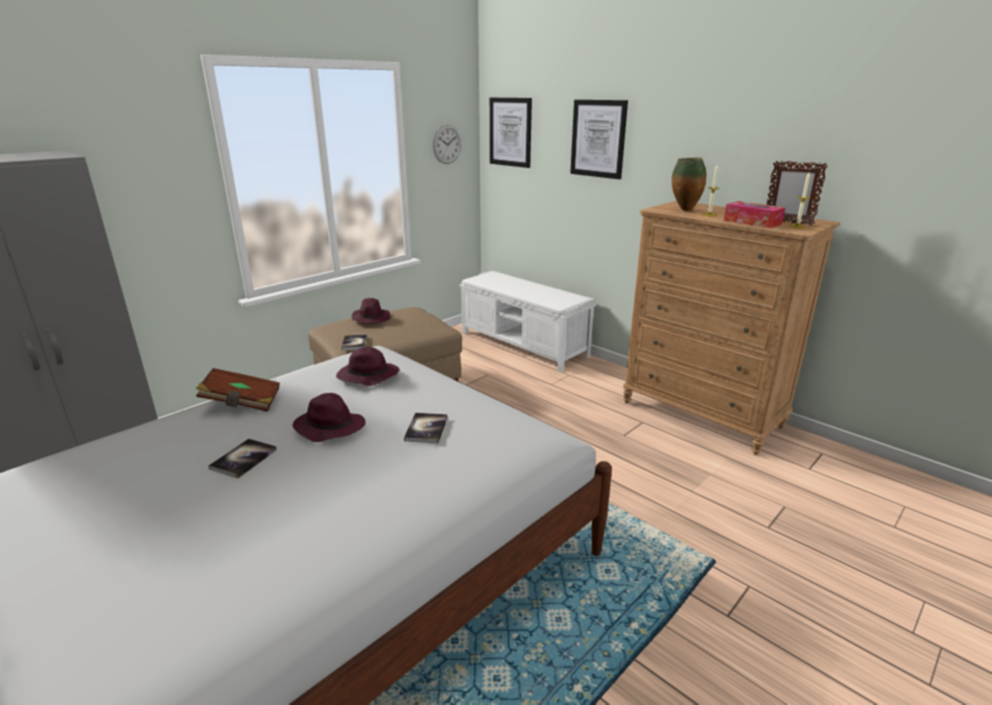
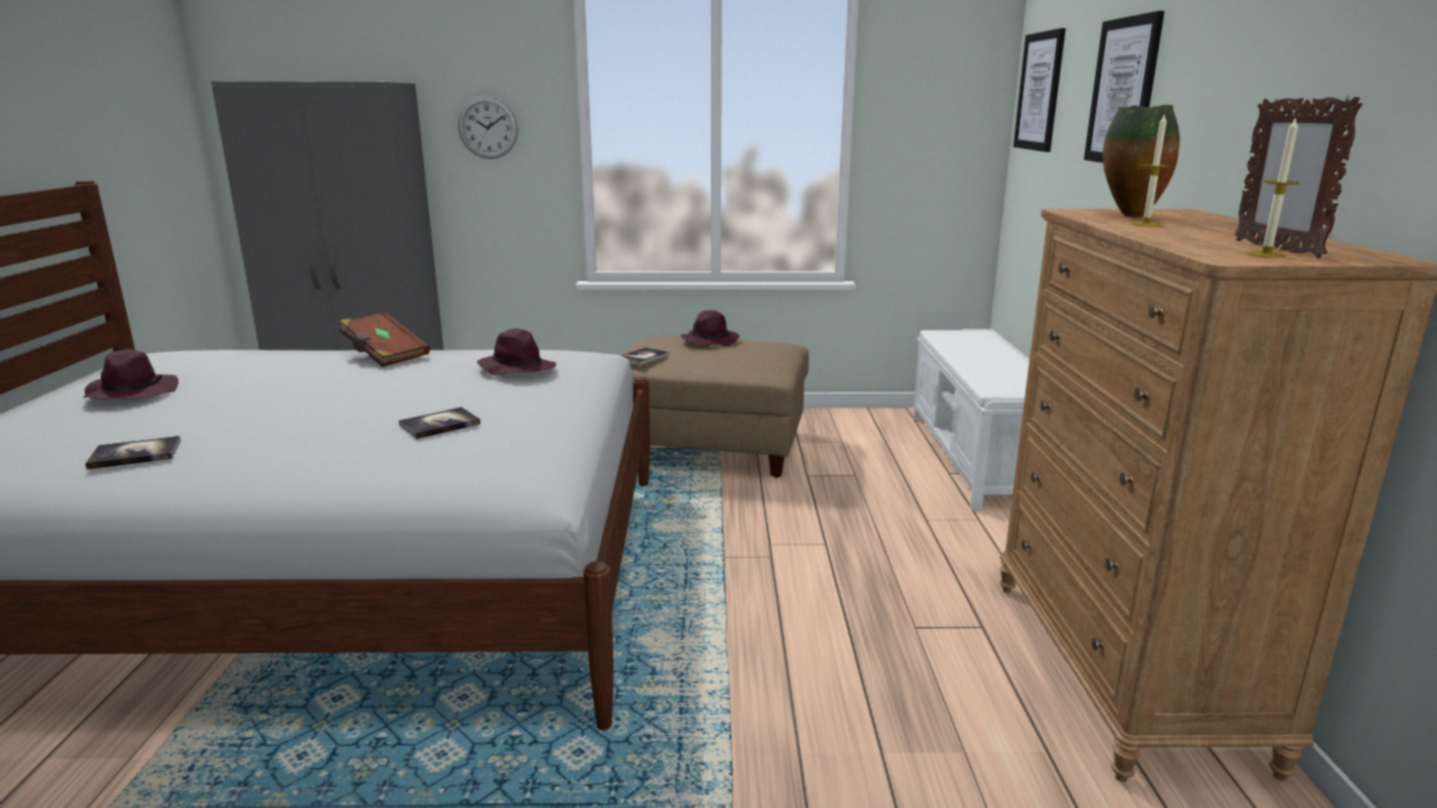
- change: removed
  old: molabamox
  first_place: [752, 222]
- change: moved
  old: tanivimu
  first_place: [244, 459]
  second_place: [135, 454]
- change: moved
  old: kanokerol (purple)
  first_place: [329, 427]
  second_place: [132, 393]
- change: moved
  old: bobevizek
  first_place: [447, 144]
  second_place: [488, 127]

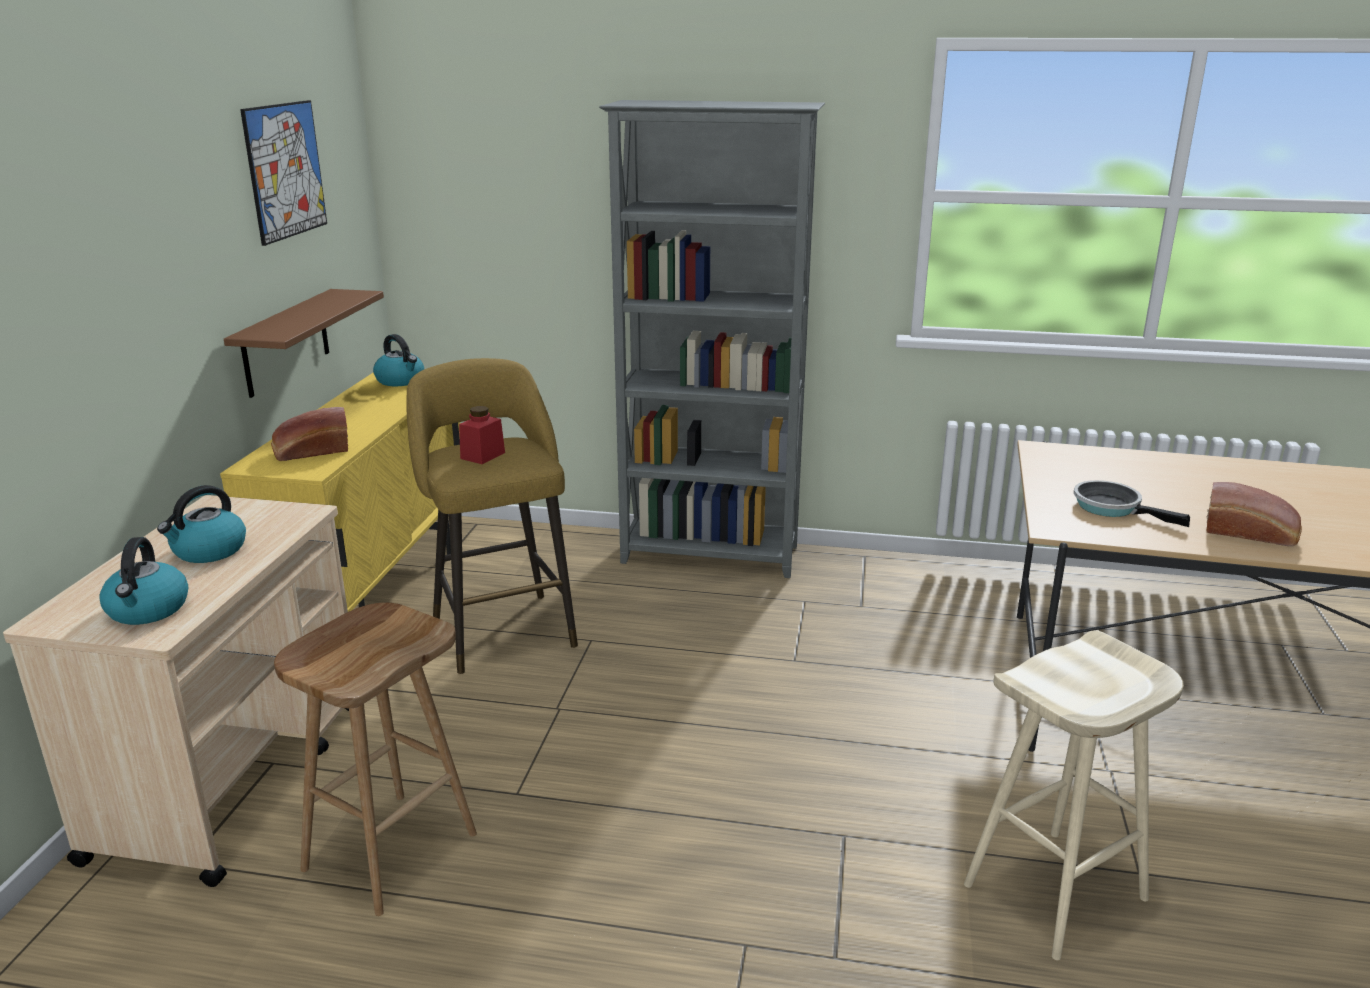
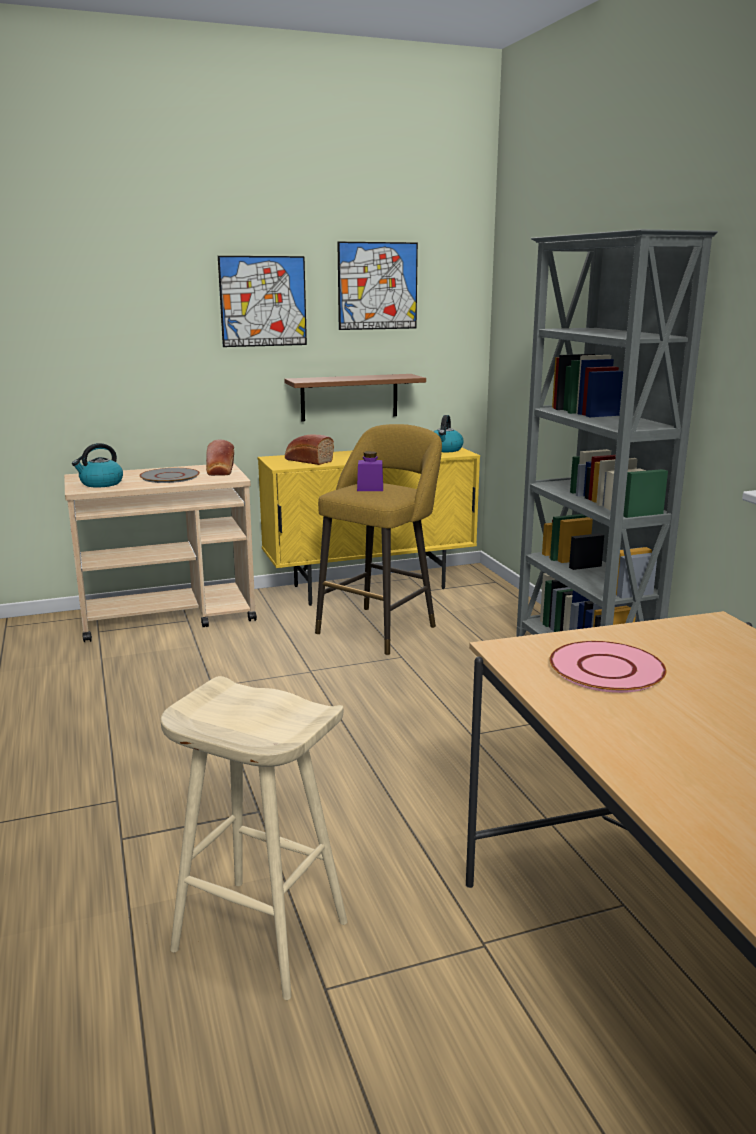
- change: removed
  old: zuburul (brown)
  first_place: [391, 849]
- change: added
  new: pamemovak
  second_place: [263, 301]
- change: moved
  old: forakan
  first_place: [1251, 533]
  second_place: [220, 471]
- change: replaced
  old: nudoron
  new: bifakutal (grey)
  first_place: [209, 551]
  second_place: [170, 477]
- change: replaced
  old: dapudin
  new: bifakutal (pink)
  first_place: [1112, 508]
  second_place: [607, 668]
- change: recoloured
  old: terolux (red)
  new: terolux (purple)
  first_place: [482, 456]
  second_place: [370, 488]

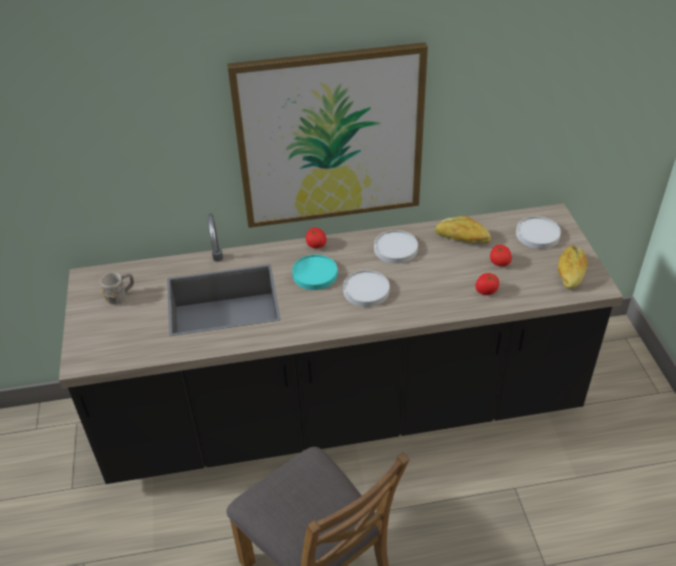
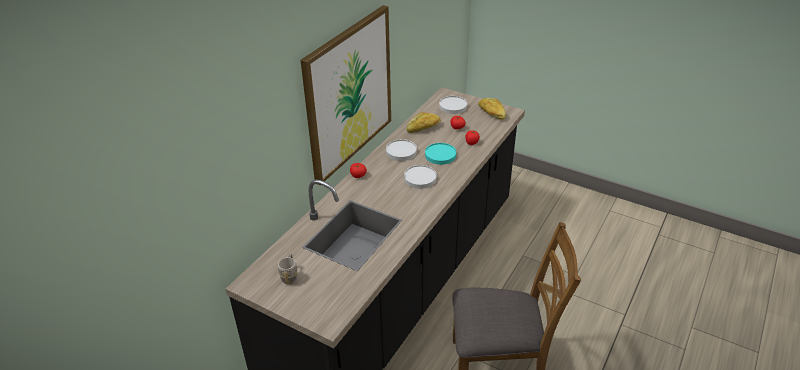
- change: moved
  old: bifakutal (turquoise)
  first_place: [314, 274]
  second_place: [440, 155]

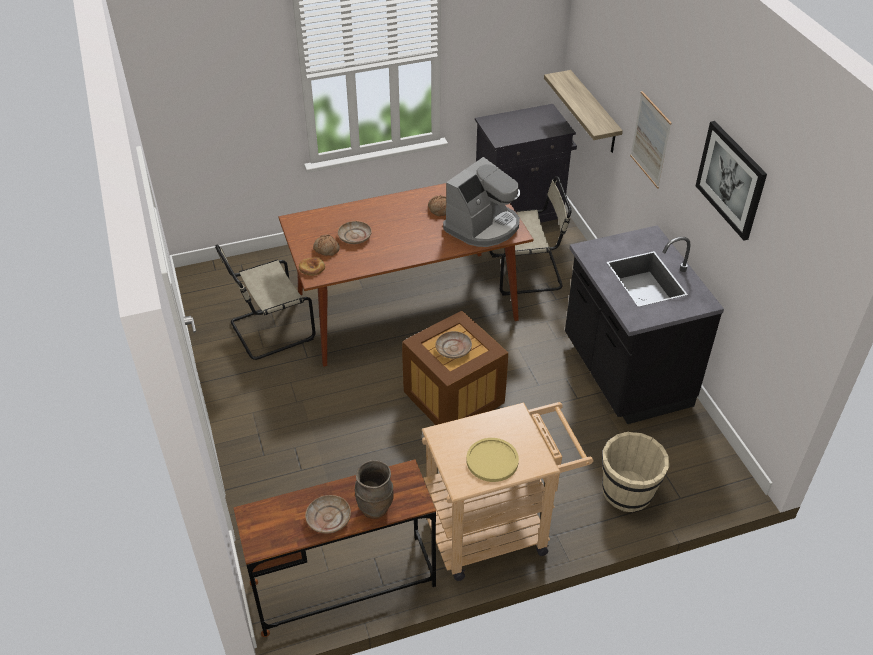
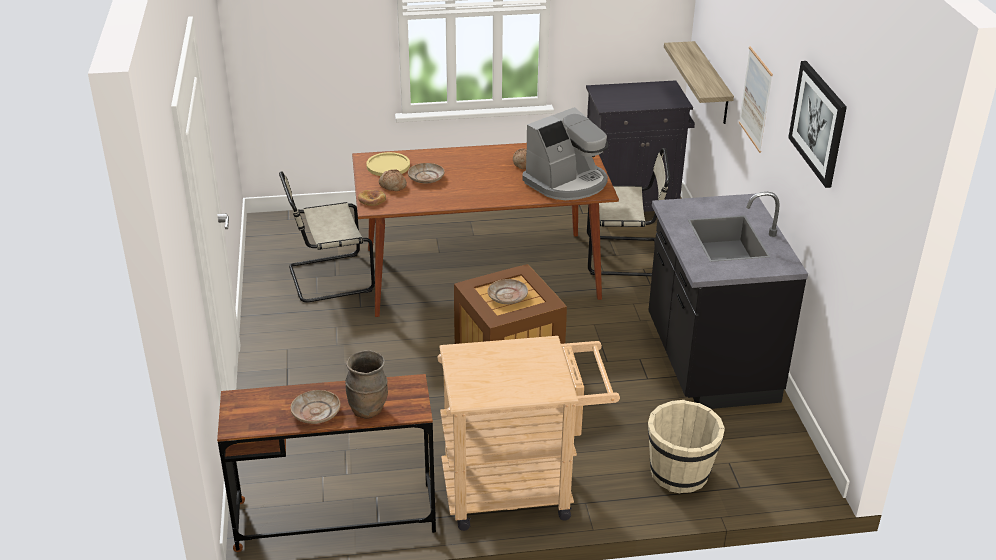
- change: moved
  old: bifakutal (yellow)
  first_place: [492, 460]
  second_place: [388, 166]

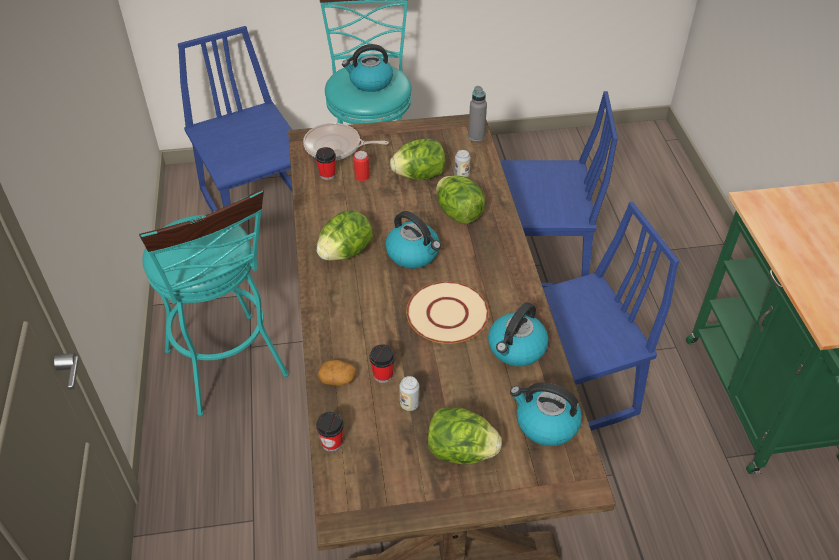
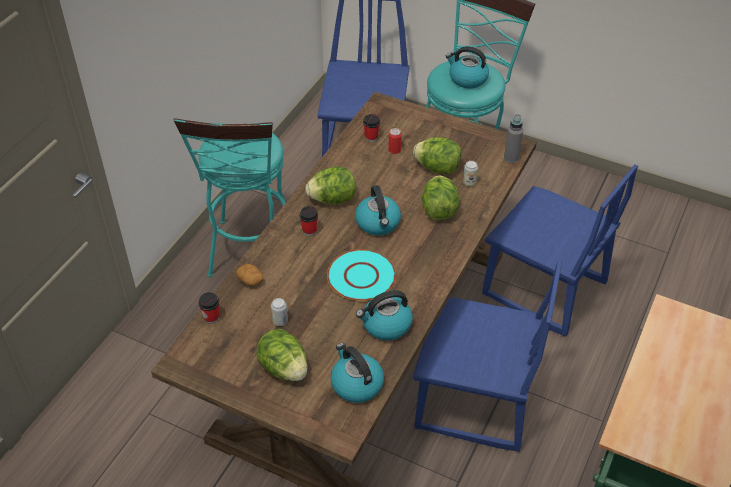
- change: removed
  old: dapudin
  first_place: [336, 147]
- change: moved
  old: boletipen
  first_place: [383, 375]
  second_place: [309, 230]
- change: recoloured
  old: bifakutal (beige)
  new: bifakutal (turquoise)
  first_place: [447, 313]
  second_place: [361, 276]

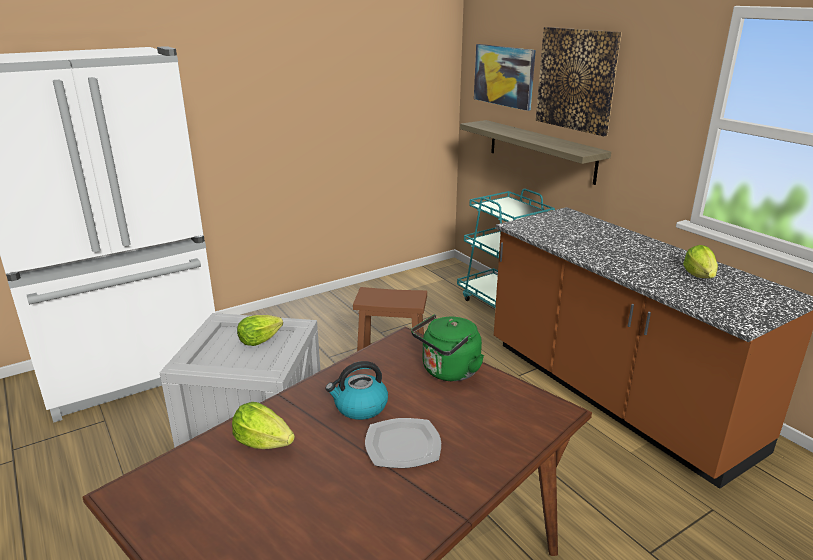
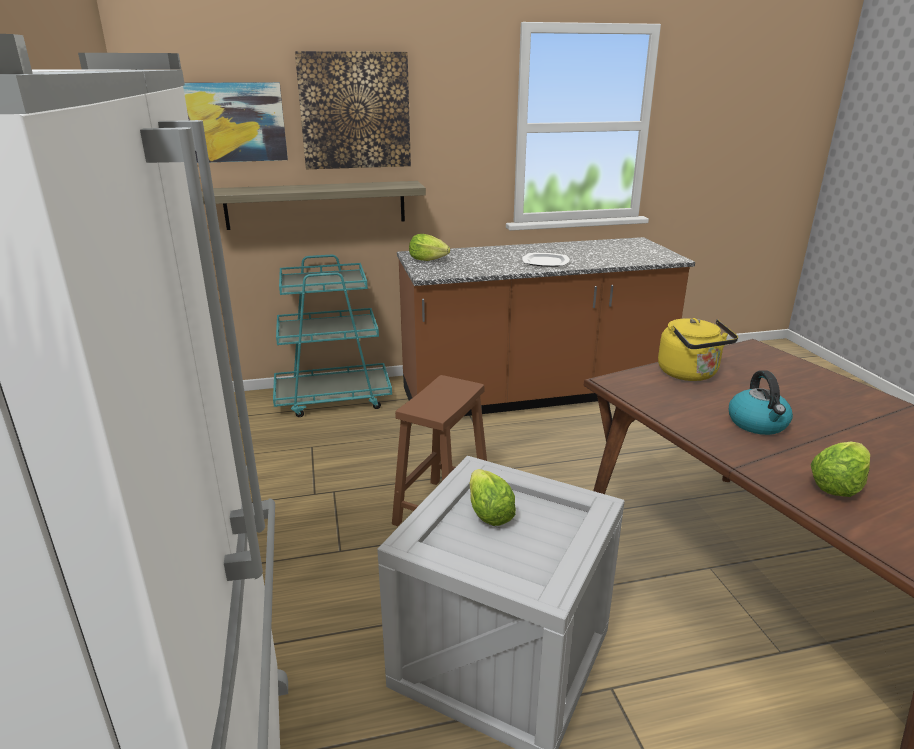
- change: moved
  old: bifakutal
  first_place: [402, 445]
  second_place: [545, 262]
- change: moved
  old: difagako
  first_place: [699, 276]
  second_place: [427, 260]
- change: recoloured
  old: nudoron (green)
  new: nudoron (yellow)
  first_place: [448, 372]
  second_place: [690, 374]

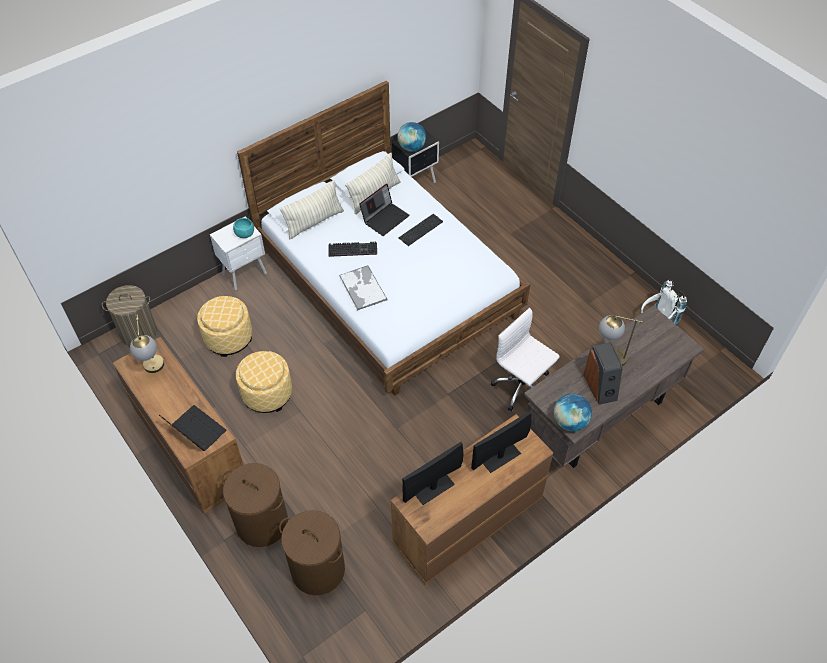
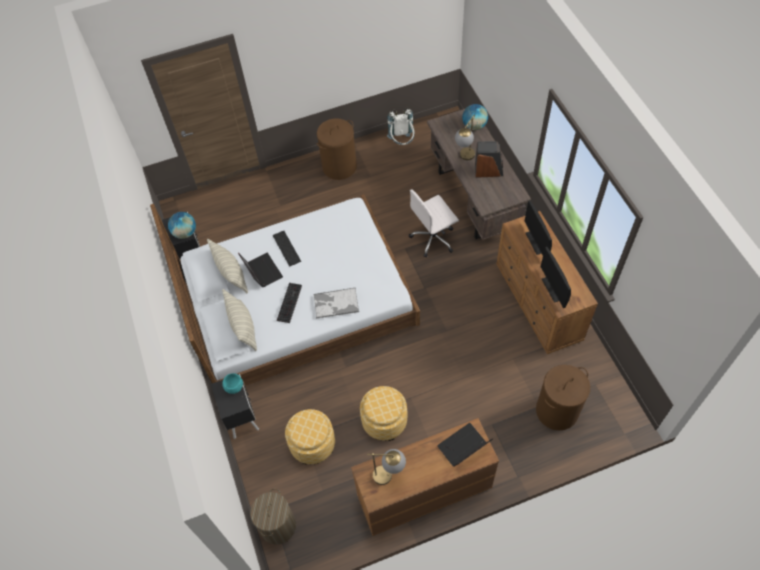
- change: moved
  old: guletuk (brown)
  first_place: [262, 522]
  second_place: [339, 166]
- change: moved
  old: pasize
  first_place: [570, 422]
  second_place: [474, 126]
- change: recoloured
  old: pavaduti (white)
  new: pavaduti (black)
  first_place: [245, 274]
  second_place: [242, 418]

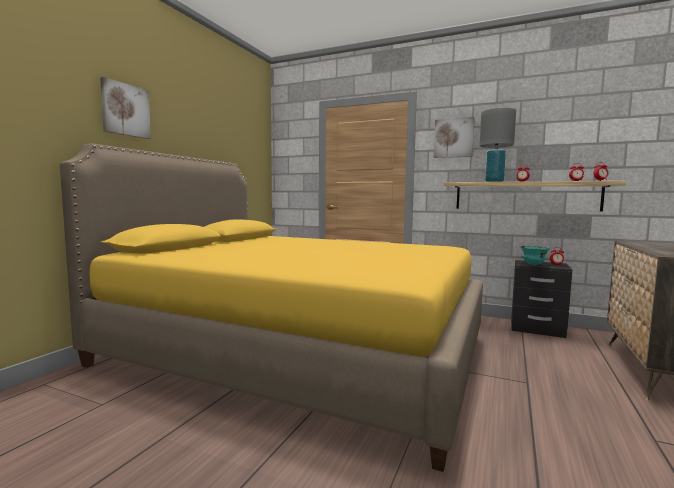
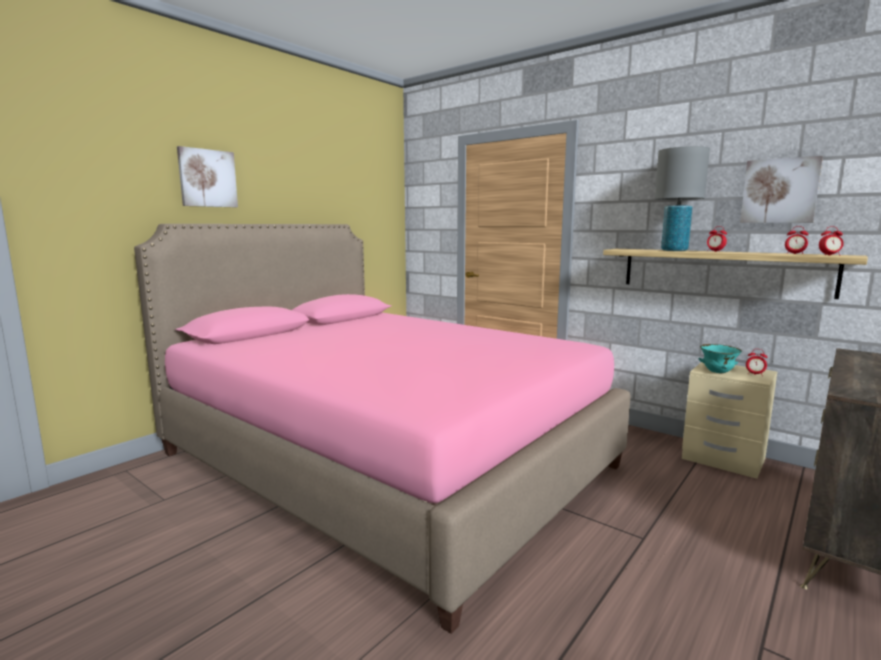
- change: moved
  old: pamemovak
  first_place: [453, 138]
  second_place: [779, 191]
- change: recoloured
  old: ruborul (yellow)
  new: ruborul (pink)
  first_place: [297, 351]
  second_place: [385, 460]
- change: recoloured
  old: pavaduti (black)
  new: pavaduti (beige)
  first_place: [537, 328]
  second_place: [723, 459]

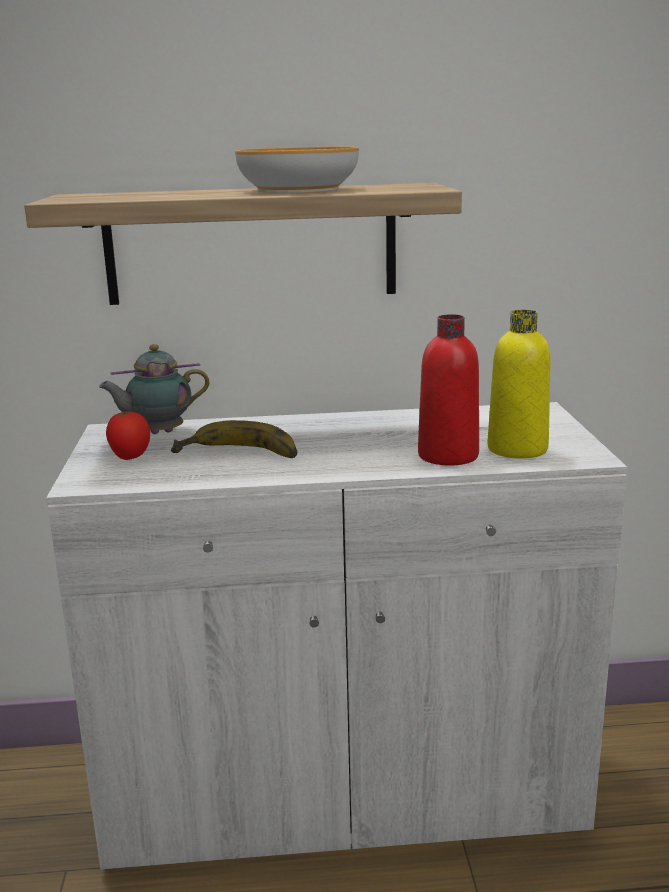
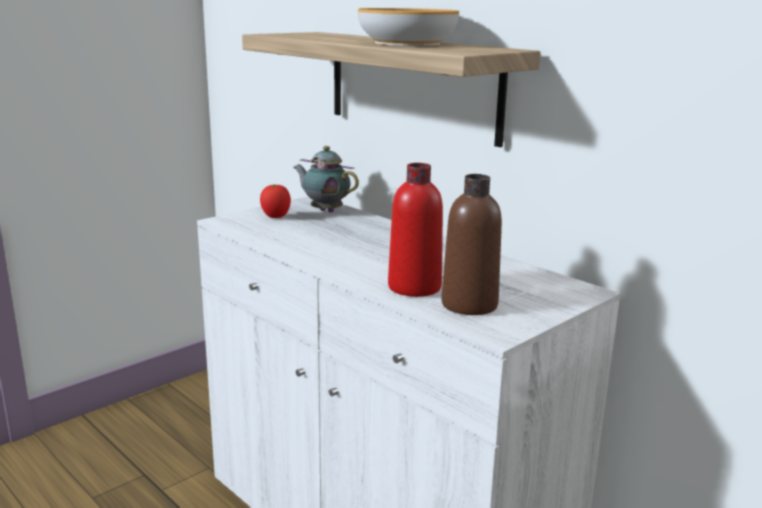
- change: removed
  old: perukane
  first_place: [237, 456]
- change: recoloured
  old: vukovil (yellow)
  new: vukovil (brown)
  first_place: [517, 449]
  second_place: [469, 305]

